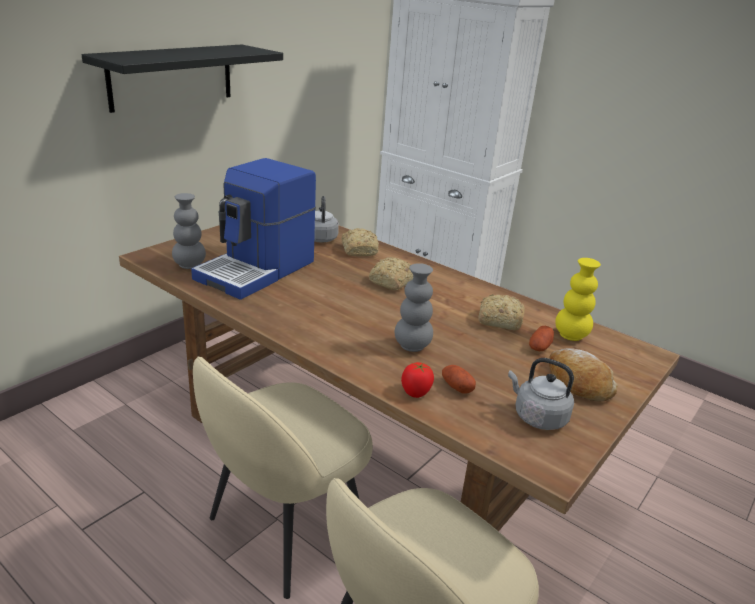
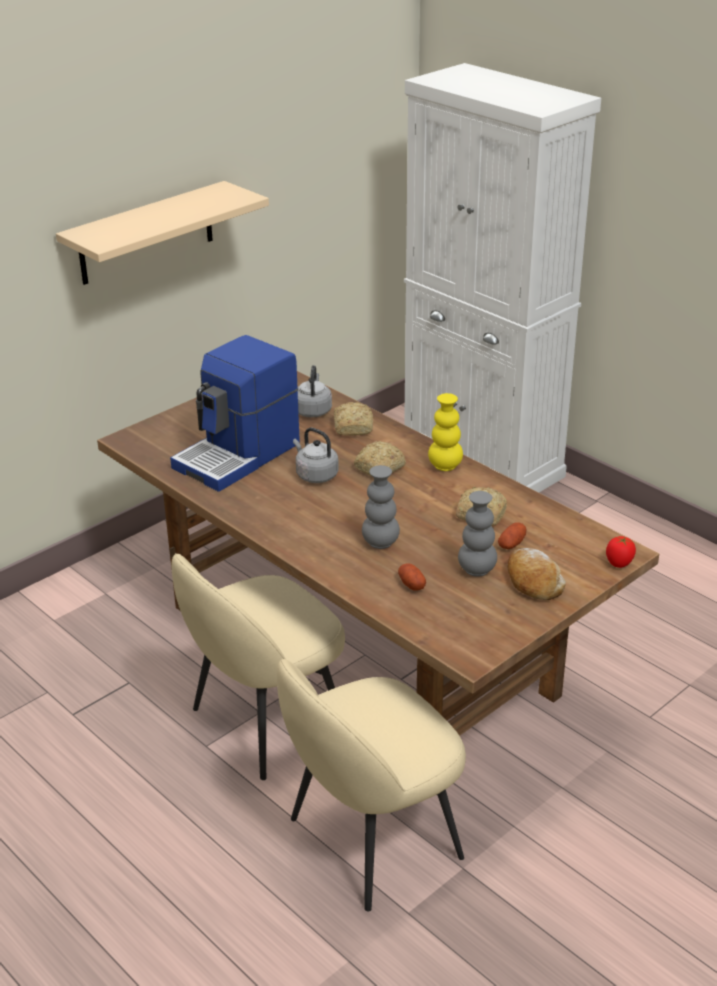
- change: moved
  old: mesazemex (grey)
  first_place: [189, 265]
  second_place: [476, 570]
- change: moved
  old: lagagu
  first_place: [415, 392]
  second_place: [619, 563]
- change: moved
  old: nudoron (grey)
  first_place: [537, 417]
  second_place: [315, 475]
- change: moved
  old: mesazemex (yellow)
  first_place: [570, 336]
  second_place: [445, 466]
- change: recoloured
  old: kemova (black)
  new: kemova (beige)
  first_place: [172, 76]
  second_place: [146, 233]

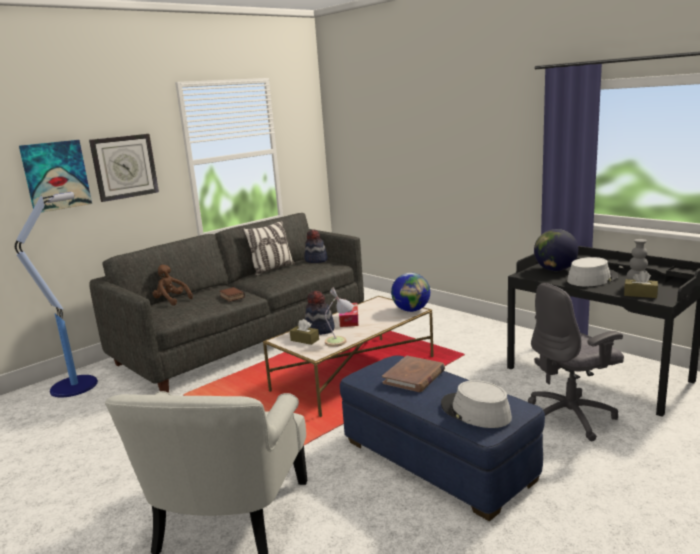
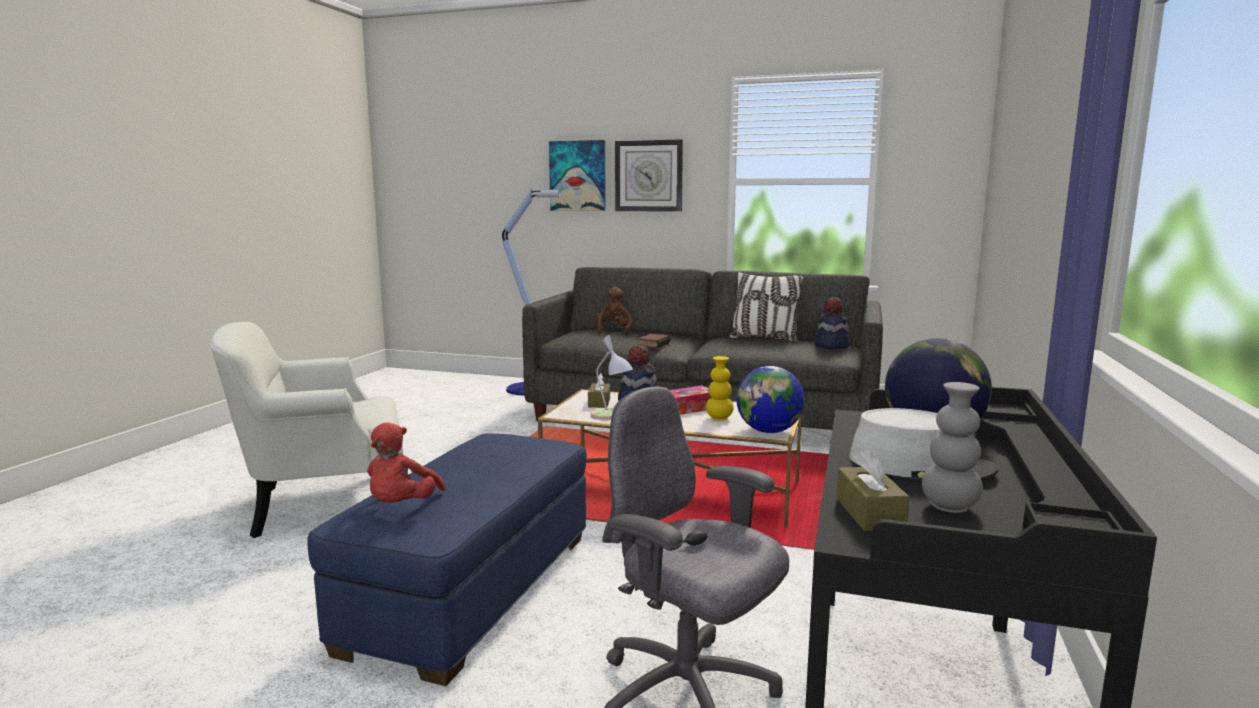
- change: removed
  old: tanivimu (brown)
  first_place: [414, 377]
- change: added
  new: mesazemex (yellow)
  second_place: [719, 418]
- change: replaced
  old: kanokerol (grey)
  new: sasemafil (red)
  first_place: [475, 411]
  second_place: [402, 506]

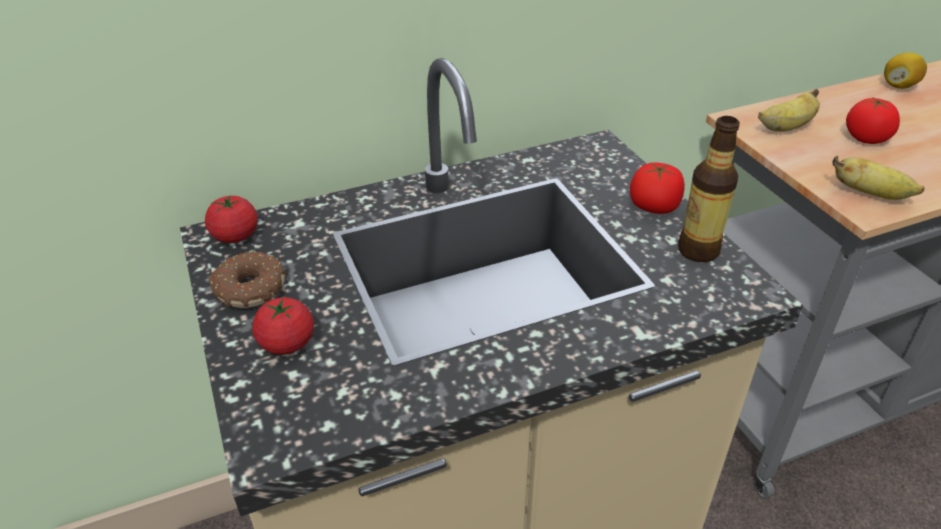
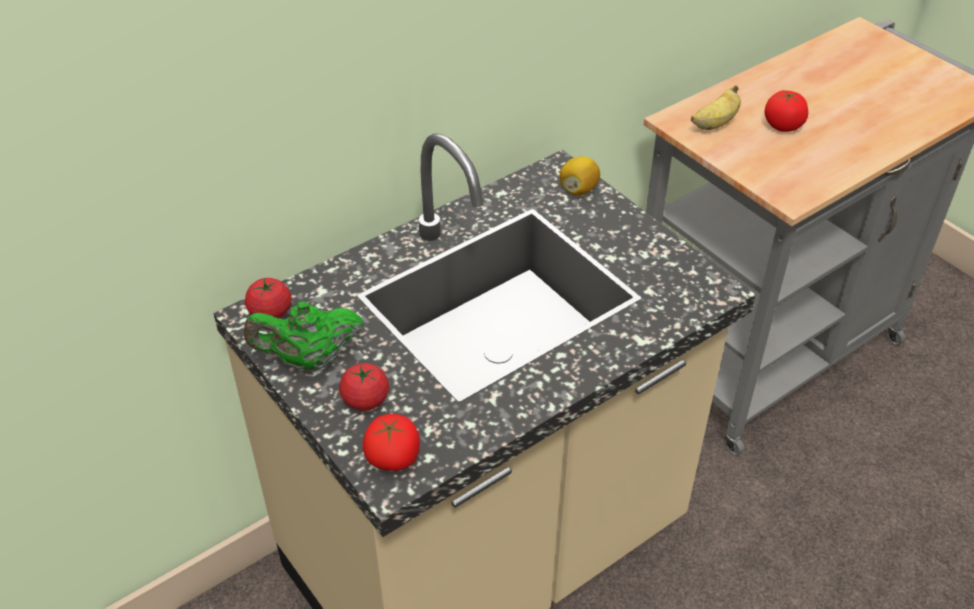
- change: removed
  old: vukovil
  first_place: [698, 251]
- change: removed
  old: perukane
  first_place: [870, 194]
- change: moved
  old: lagagu
  first_place: [654, 207]
  second_place: [393, 457]
- change: moved
  old: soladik
  first_place: [899, 86]
  second_place: [578, 189]
- change: replaced
  old: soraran
  new: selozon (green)
  first_place: [249, 288]
  second_place: [309, 359]

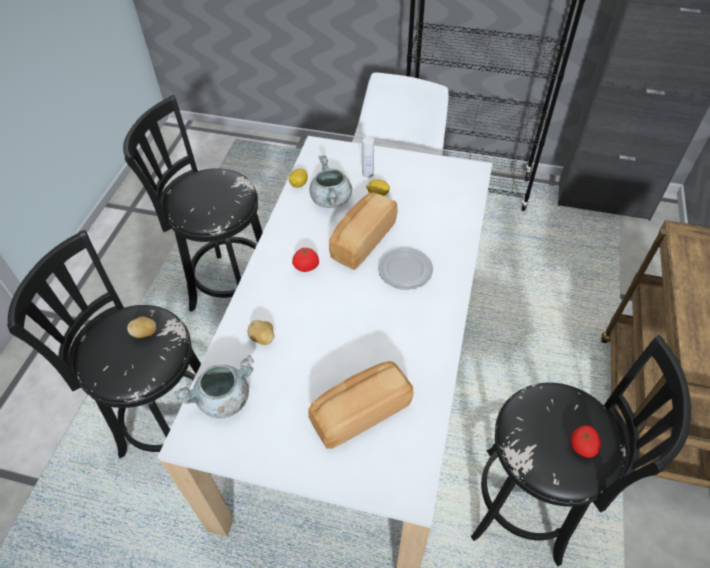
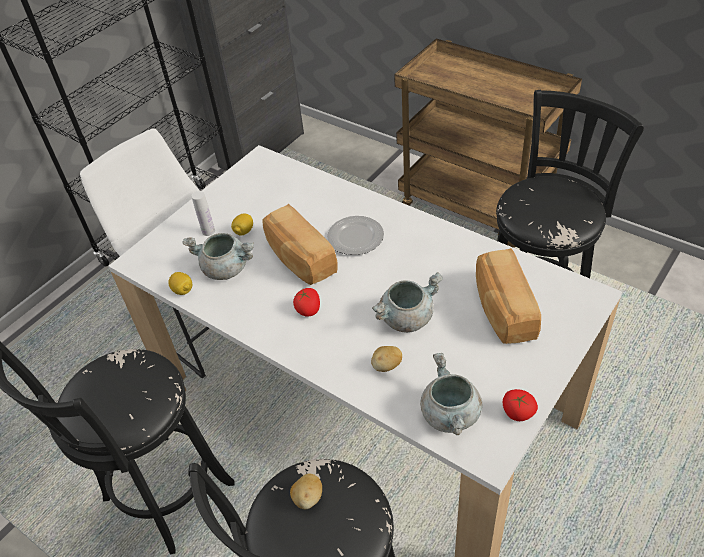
- change: added
  new: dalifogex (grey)
  second_place: [406, 318]
- change: moved
  old: lagagu
  first_place: [582, 446]
  second_place: [517, 412]

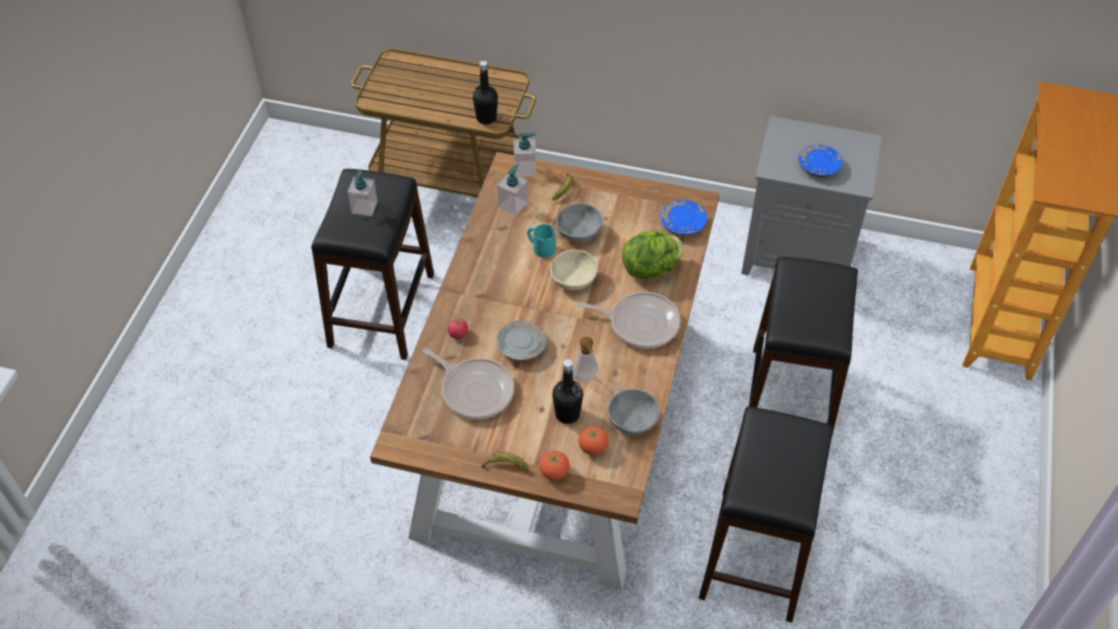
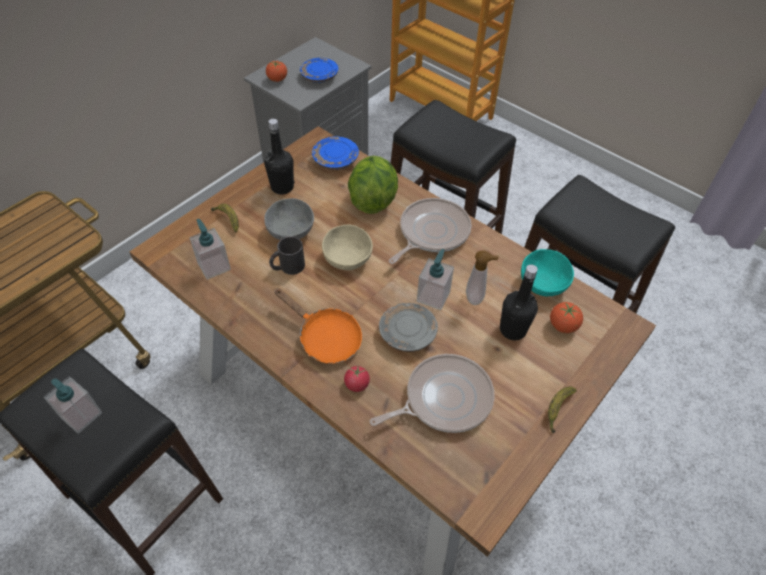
- change: added
  new: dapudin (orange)
  second_place: [325, 338]
- change: moved
  old: vukovil (black)
  first_place: [486, 118]
  second_place: [282, 187]
- change: moved
  old: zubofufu
  first_place: [525, 168]
  second_place: [433, 296]
- change: moved
  old: lagagu
  first_place: [554, 472]
  second_place: [277, 79]
- change: recoloured
  old: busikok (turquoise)
  new: busikok (black)
  first_place: [540, 247]
  second_place: [287, 267]
- change: recoloured
  old: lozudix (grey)
  new: lozudix (turquoise)
  first_place: [632, 422]
  second_place: [544, 284]

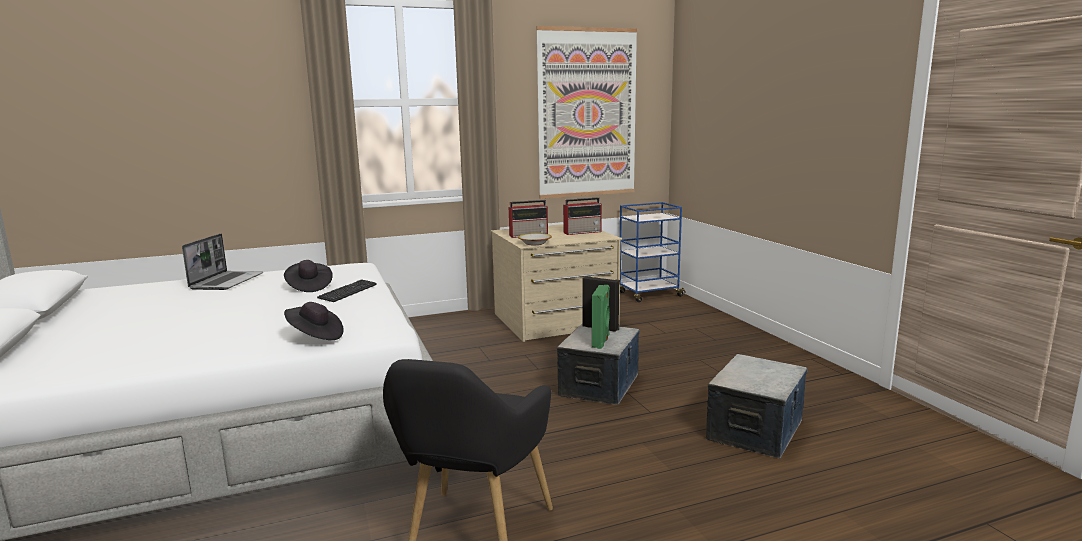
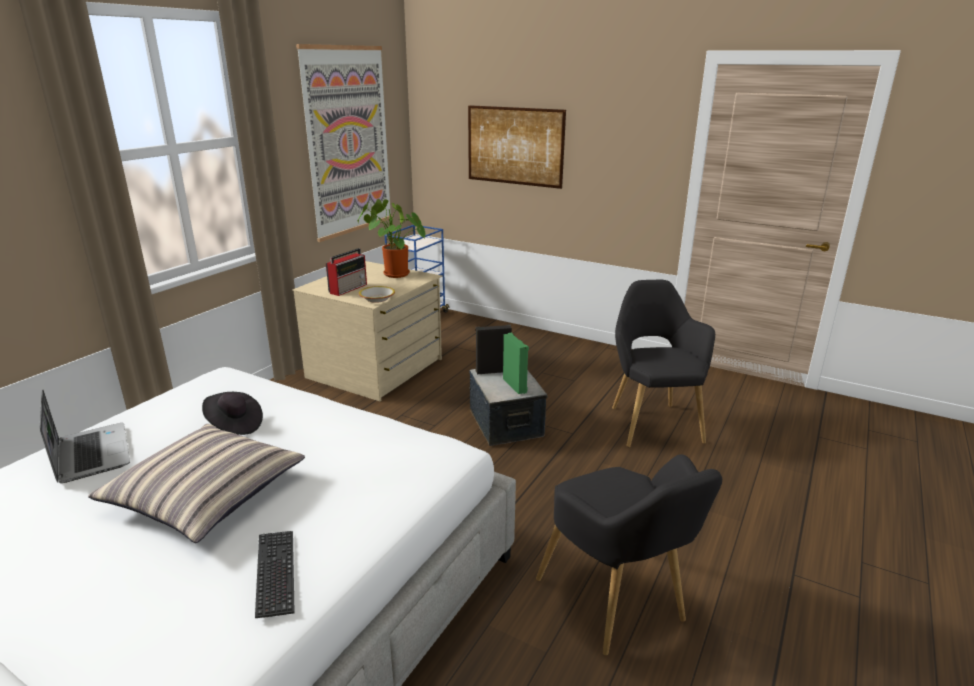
- change: removed
  old: kanokerol (black)
  first_place: [315, 336]
- change: added
  new: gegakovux
  second_place: [205, 494]
- change: added
  new: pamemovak
  second_place: [514, 146]
- change: moved
  old: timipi
  first_place: [348, 292]
  second_place: [276, 574]
- change: replaced
  old: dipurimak
  new: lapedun
  first_place: [583, 232]
  second_place: [393, 274]
- change: replaced
  old: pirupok
  new: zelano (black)
  first_place: [756, 431]
  second_place: [651, 421]

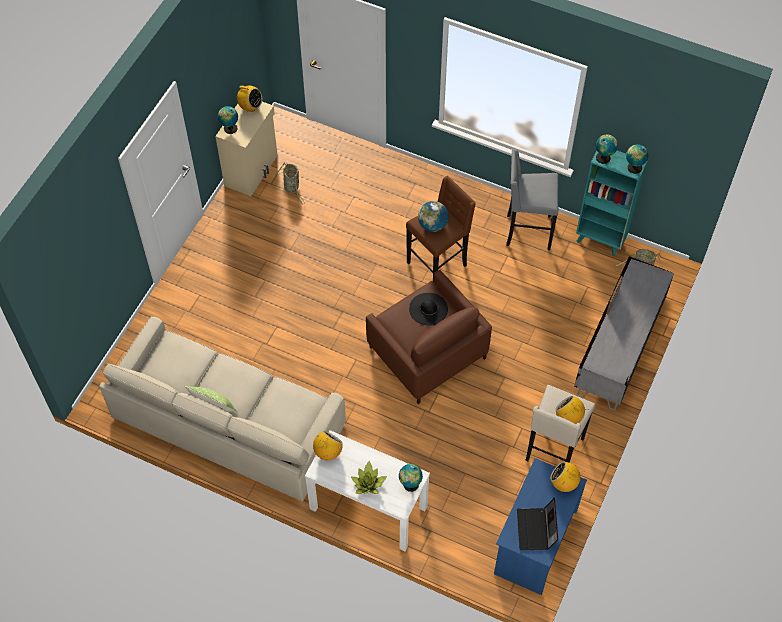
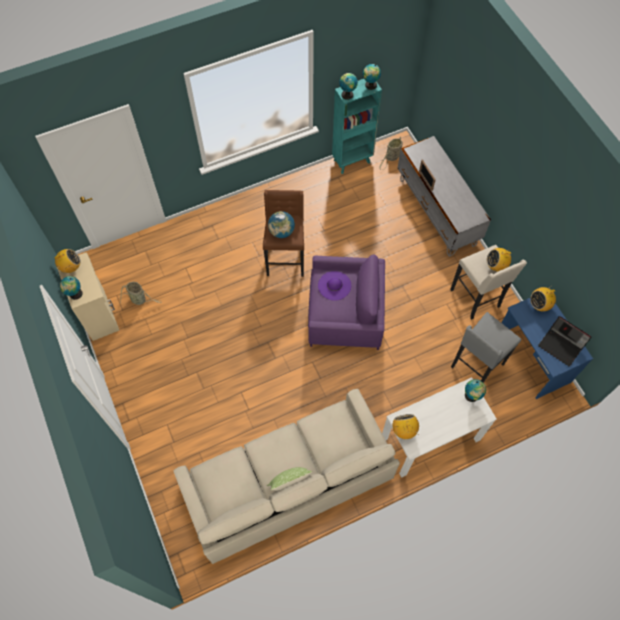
- change: removed
  old: lapedun
  first_place: [368, 483]
- change: moved
  old: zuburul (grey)
  first_place: [527, 231]
  second_place: [475, 366]
- change: recoloured
  old: zelano (brown)
  new: zelano (purple)
  first_place: [427, 352]
  second_place: [345, 315]
- change: recoloured
  old: kanokerol (black)
  new: kanokerol (purple)
  first_place: [428, 309]
  second_place: [334, 285]

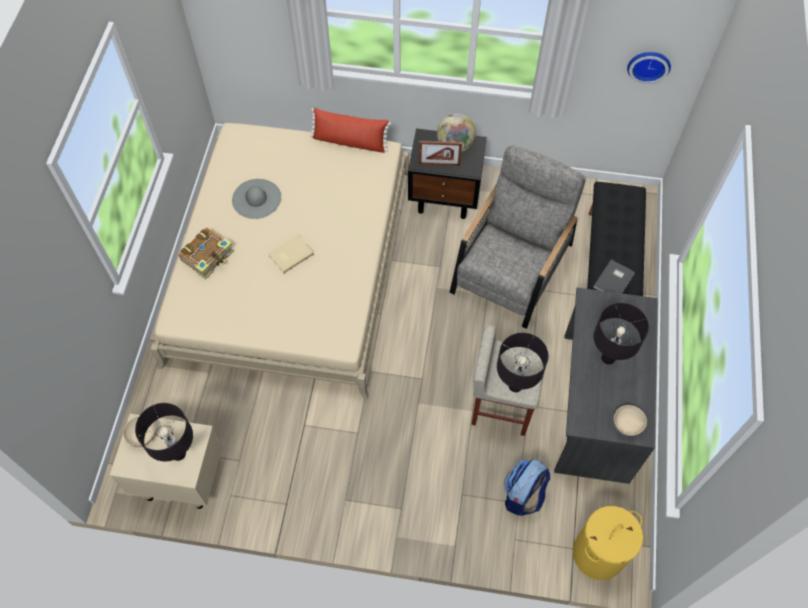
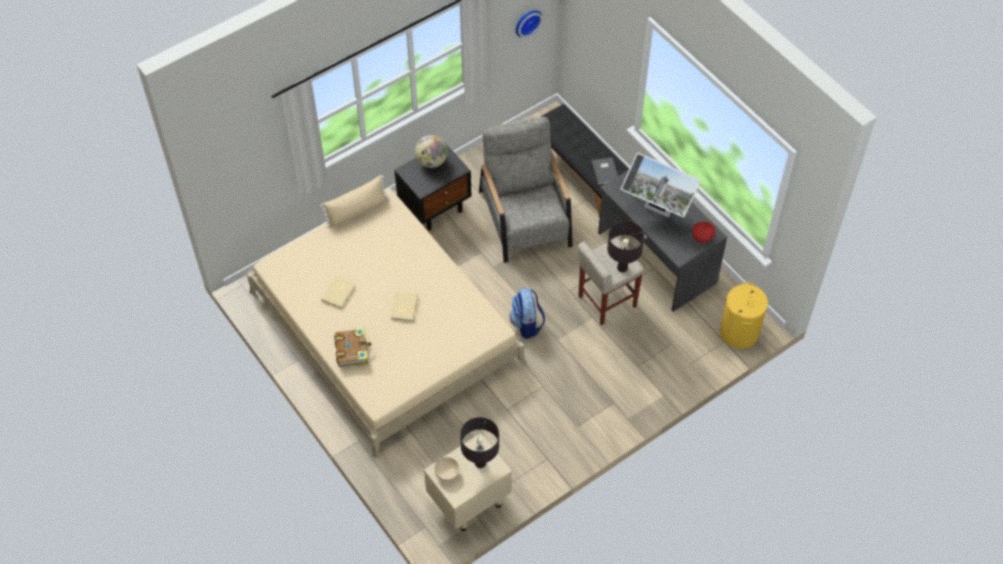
- change: removed
  old: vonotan
  first_place: [439, 164]
- change: moved
  old: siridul
  first_place: [523, 495]
  second_place: [527, 324]
- change: replaced
  old: kanokerol (grey)
  new: tanivimu (beige)
  first_place: [256, 199]
  second_place: [339, 293]
- change: replaced
  old: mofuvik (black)
  new: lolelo
  first_place: [608, 358]
  second_place: [657, 211]
- change: recoloured
  old: gegakovux (red)
  new: gegakovux (beige)
  first_place: [350, 142]
  second_place: [357, 211]
- change: recoloured
  old: lozudix (beige)
  new: lozudix (red)
  first_place: [627, 425]
  second_place: [703, 237]

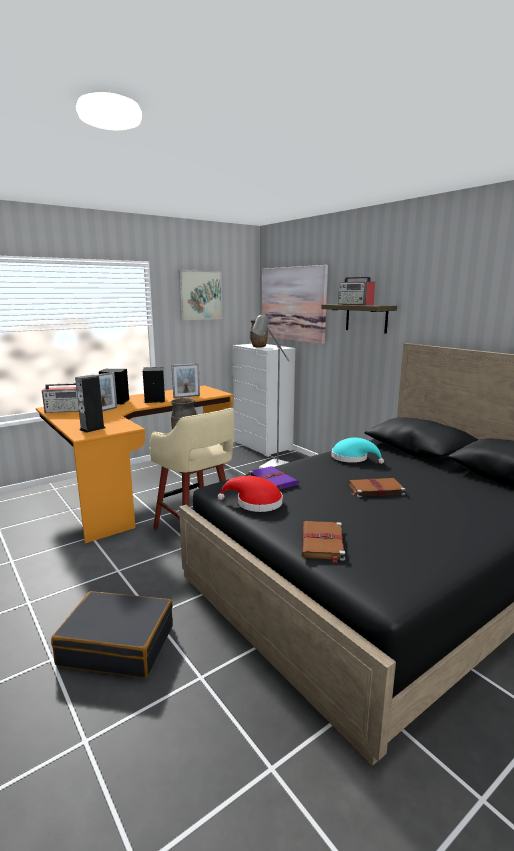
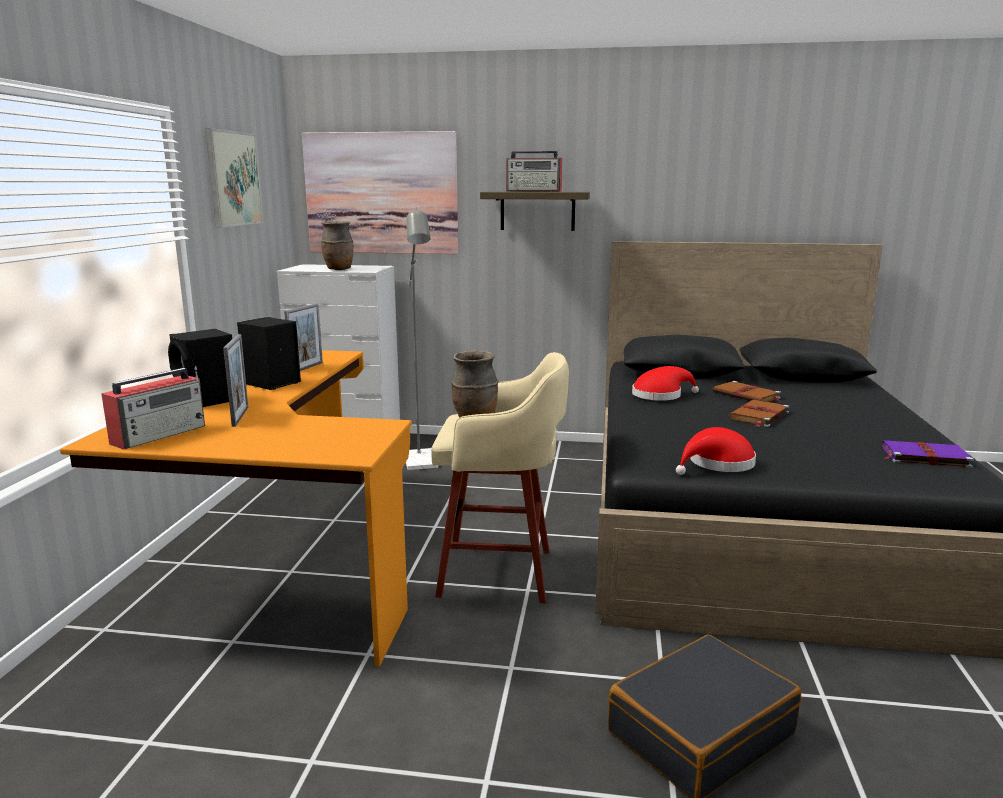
- change: removed
  old: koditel
  first_place: [92, 429]
- change: moved
  old: tanivimu (purple)
  first_place: [272, 480]
  second_place: [923, 456]
- change: moved
  old: tanivimu (brown)
  first_place: [322, 543]
  second_place: [747, 395]
- change: recoloured
  old: kanokerol (turquoise)
  new: kanokerol (red)
  first_place: [352, 458]
  second_place: [660, 395]

